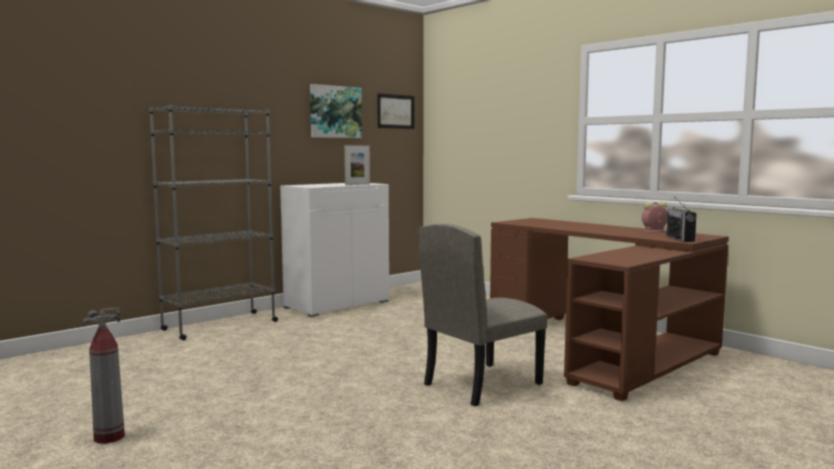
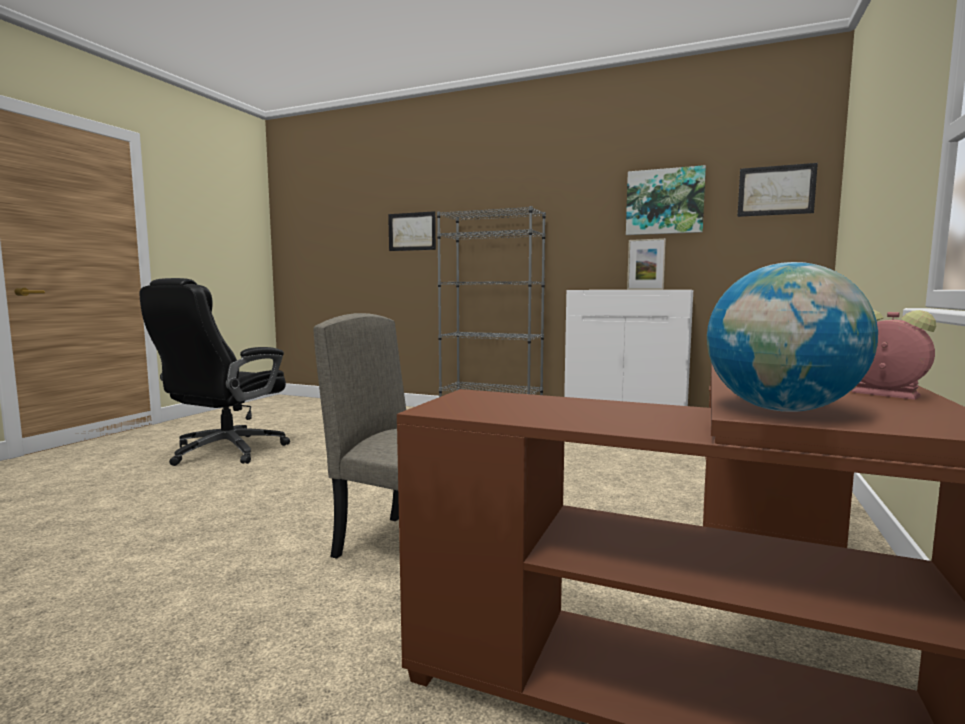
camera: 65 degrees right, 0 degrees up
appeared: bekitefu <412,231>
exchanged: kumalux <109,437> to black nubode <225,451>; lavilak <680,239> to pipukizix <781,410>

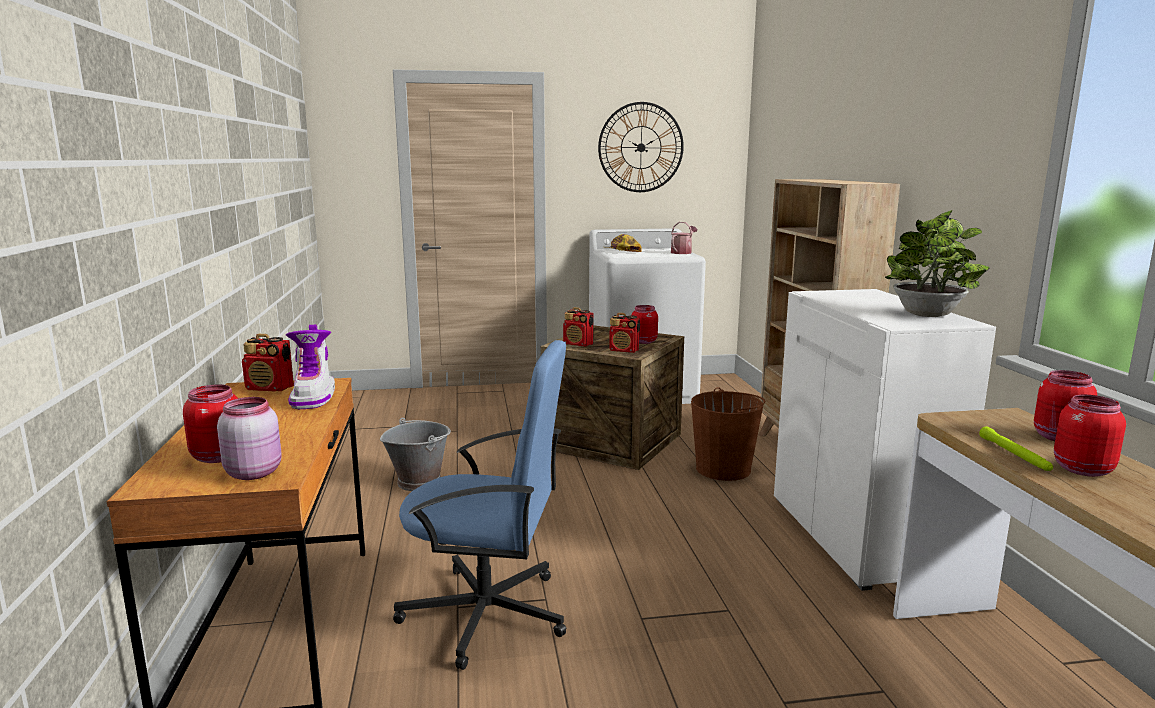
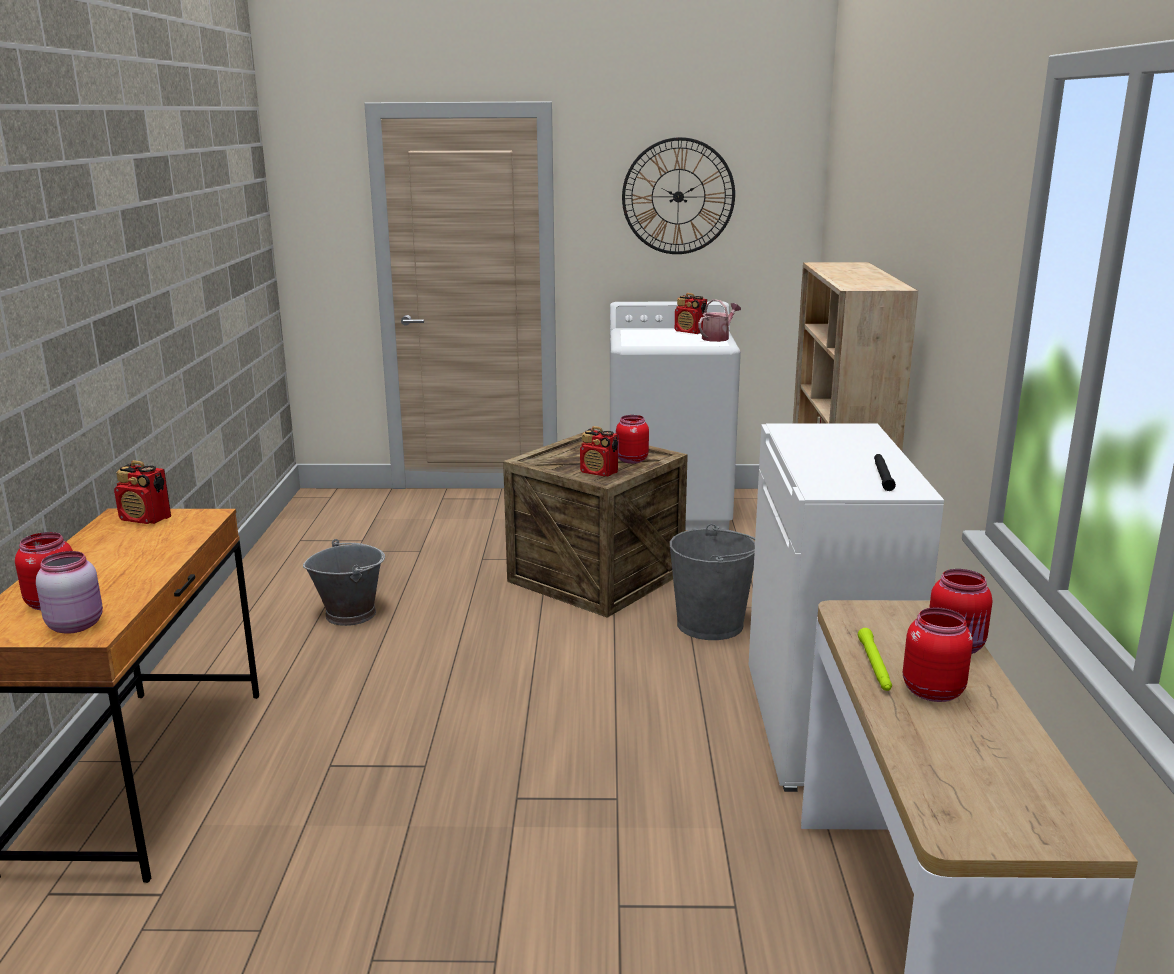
camera: 10 degrees right, 5 degrees up
missing: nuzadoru <314,397>; blue nubode <488,614>; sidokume <621,251>
relocated: lavilak <578,344> to <690,332>
exchanged: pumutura <928,315> to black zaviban <882,476>
colour: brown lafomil <723,469> to grey lafomil <710,624>

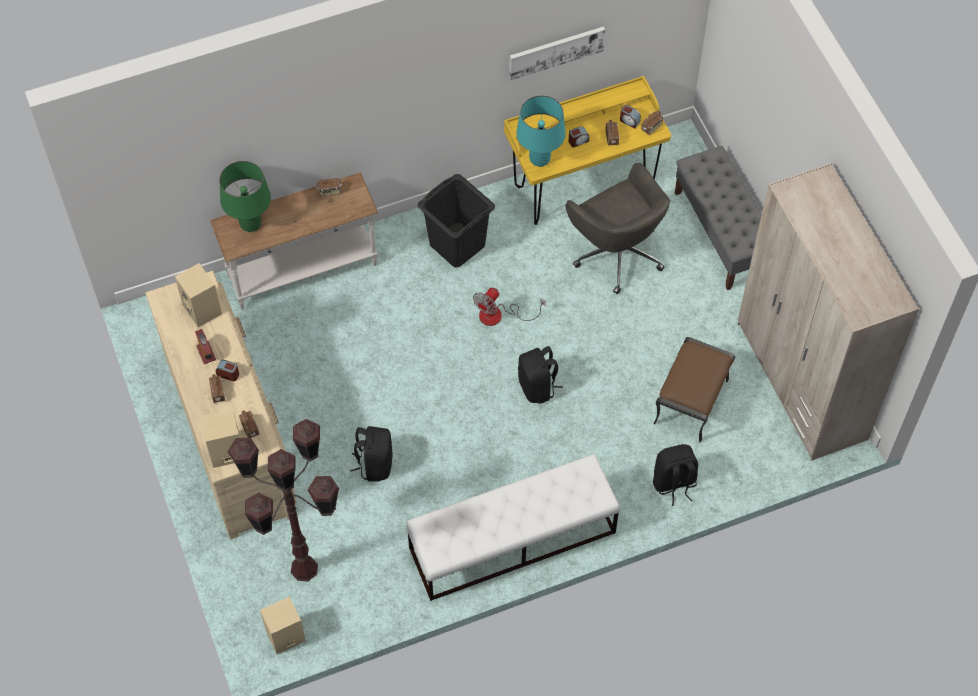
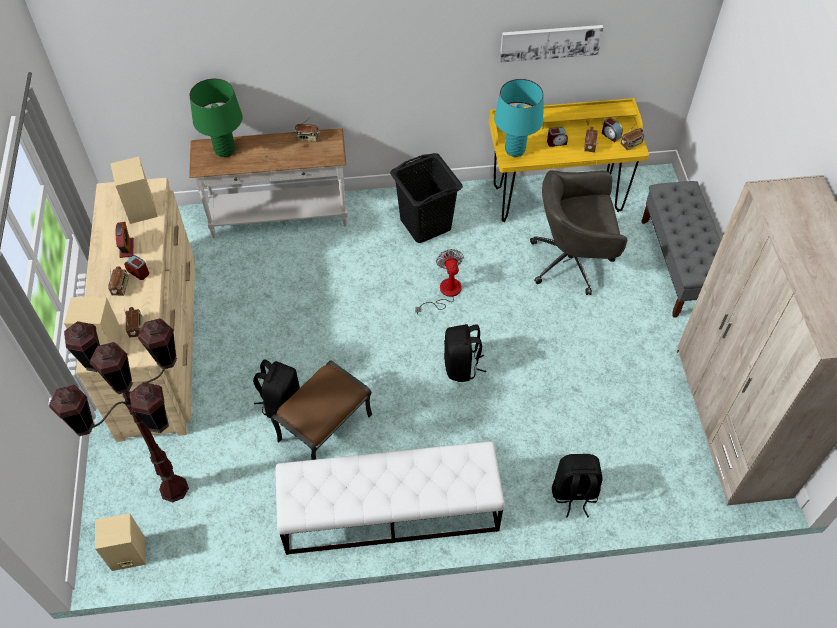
camera: 15 degrees right, 5 degrees down
relocated: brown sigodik <692,402> to <325,429>
spun: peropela <499,315> = <444,293> 120 degrees clockwise; grey nubode <616,252> = <572,261> 105 degrees clockwise

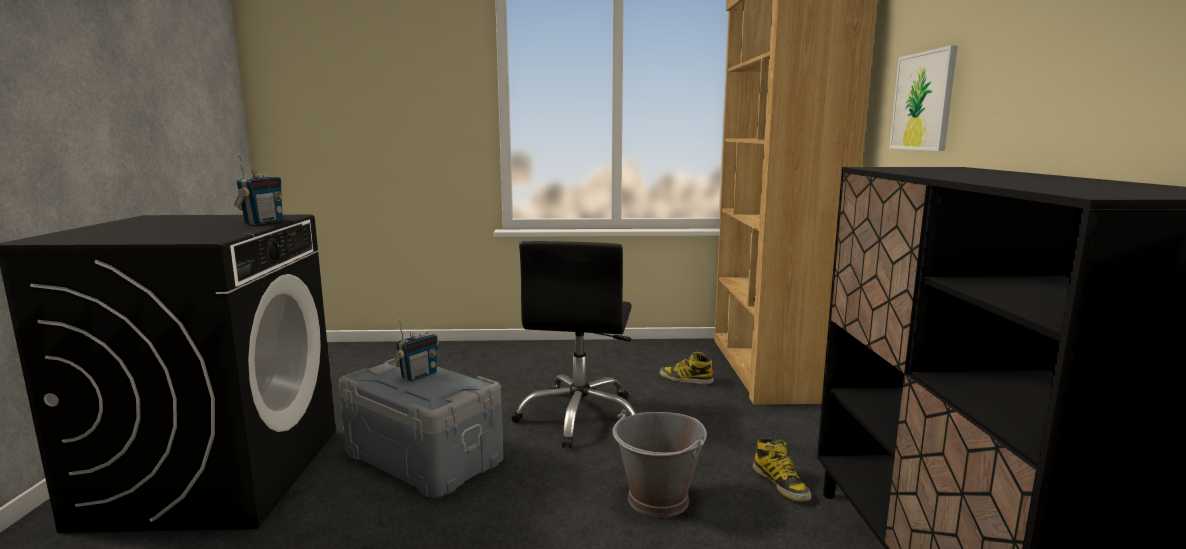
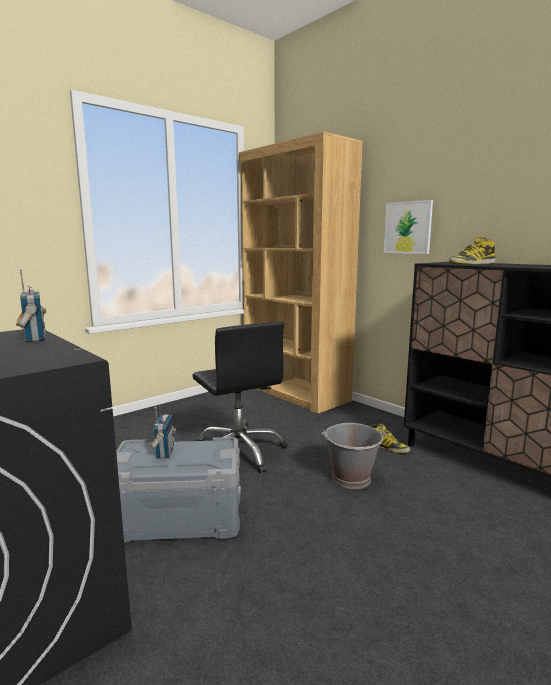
camera: 40 degrees left, 0 degrees up
relocated: nuzadoru <686,379> to <472,263>

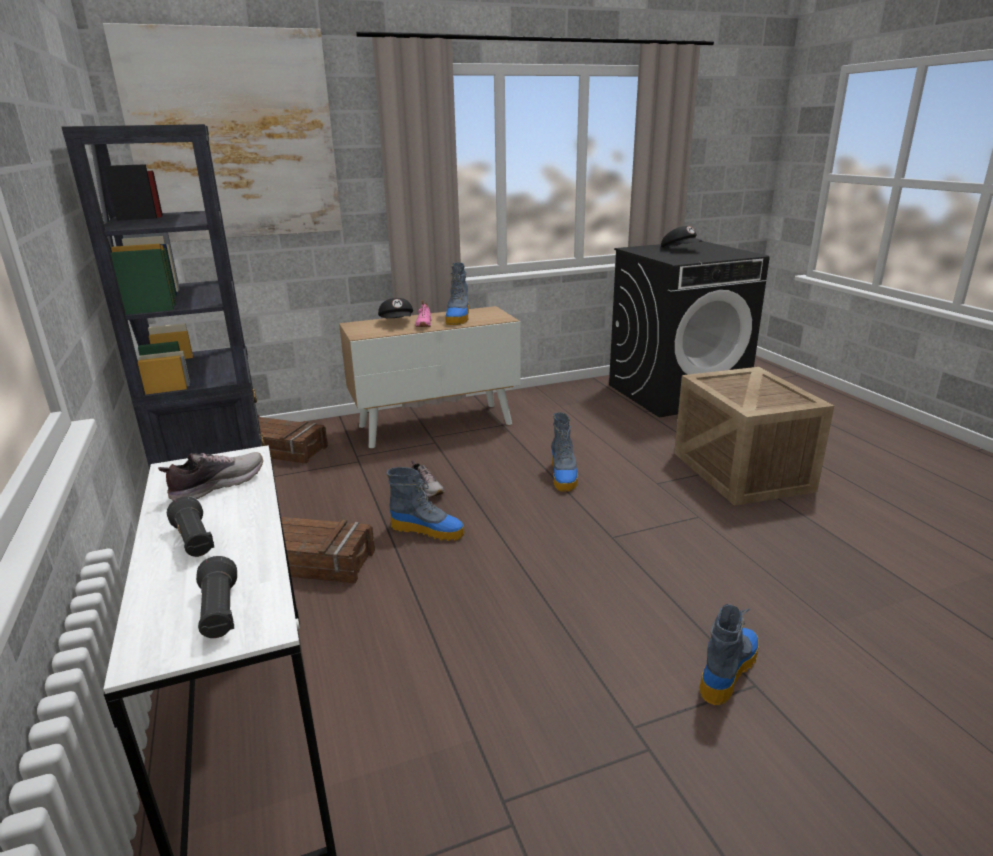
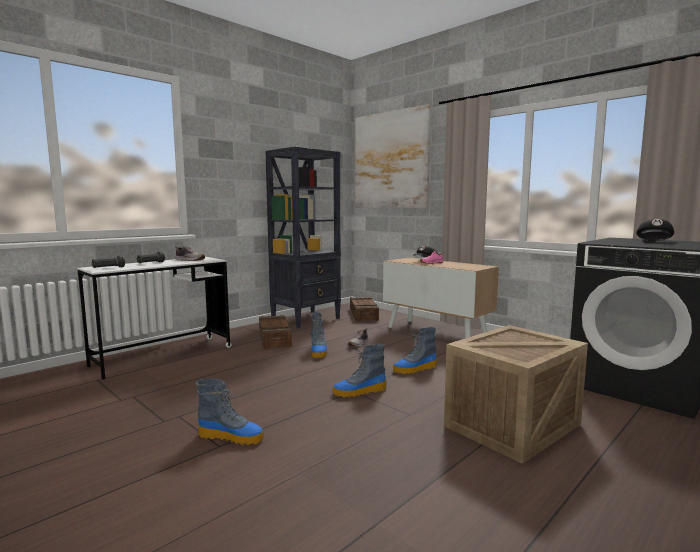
camera: 65 degrees right, 15 degrees down
relocated: nuzadoru <458,318> to <359,392>

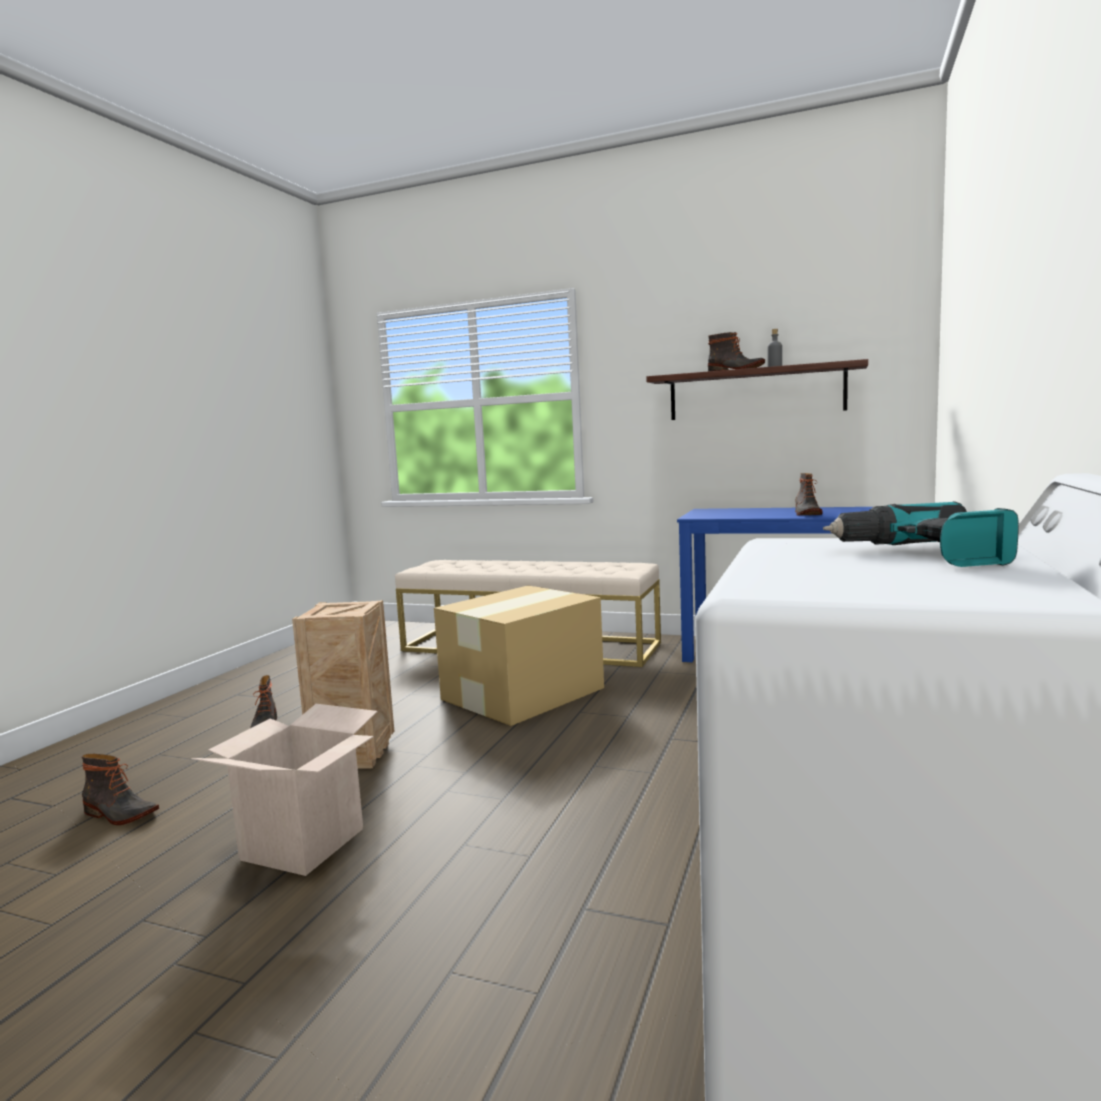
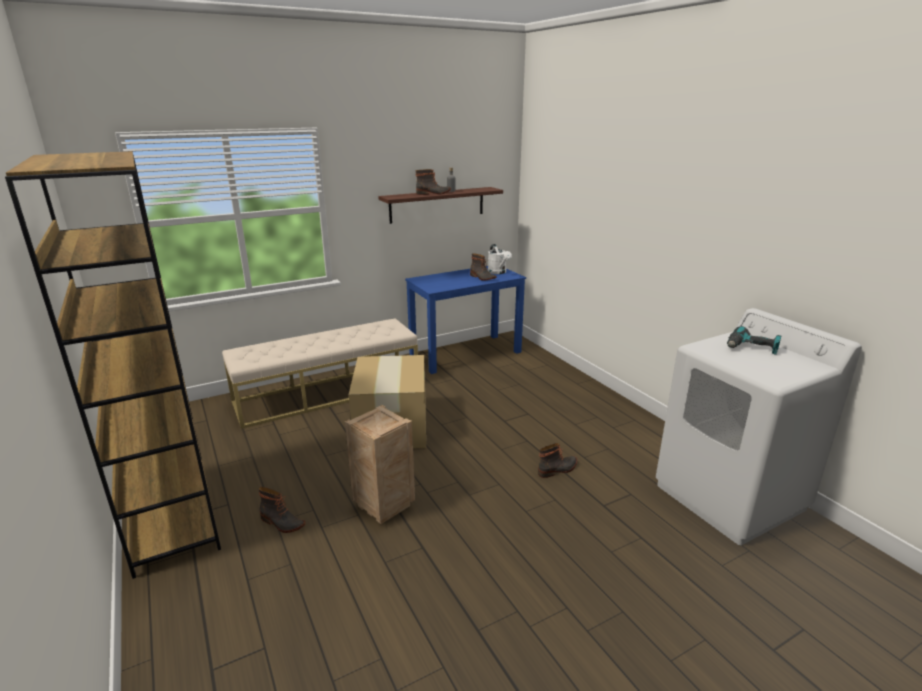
camera: 50 degrees left, 15 degrees up
missing: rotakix <303,844>
appeared: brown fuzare <171,515>; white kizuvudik <498,272>
relocated: nuzadoru <119,814> to <558,469>

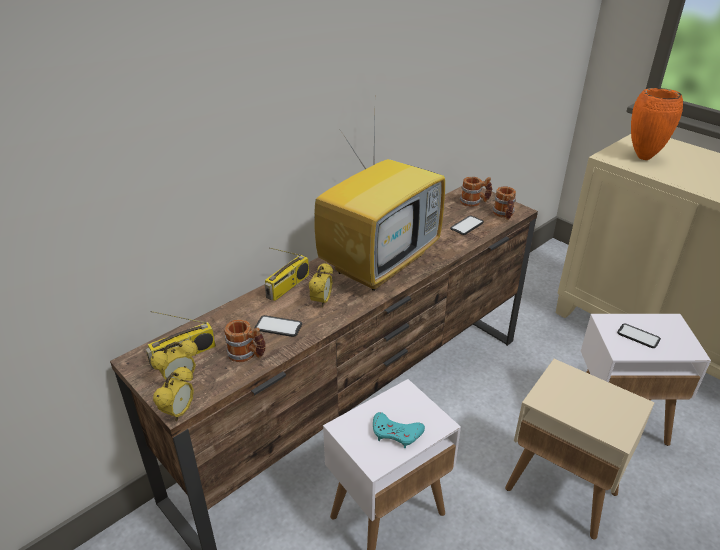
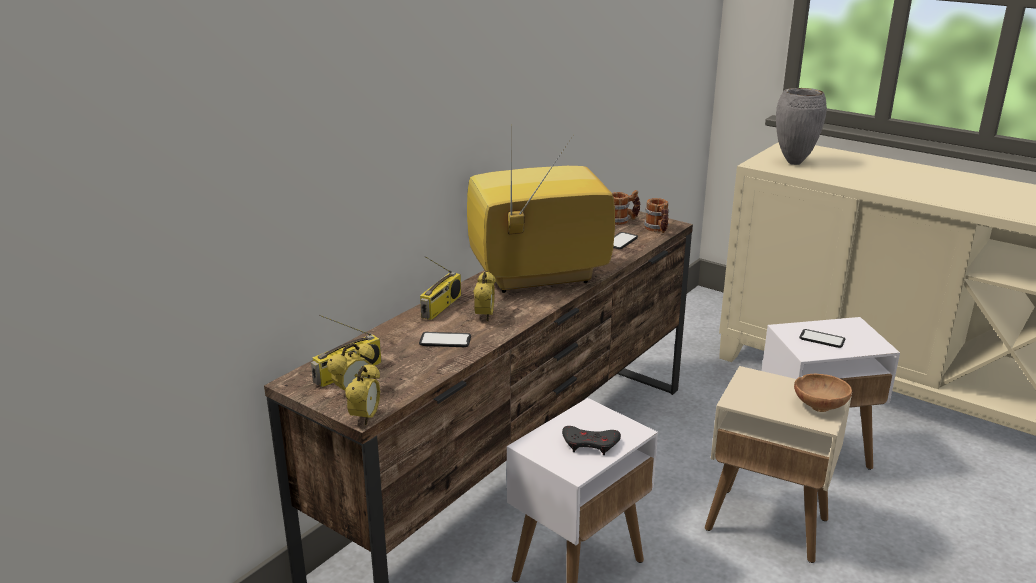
camera: 10 degrees left, 10 degrees down
missing: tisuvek <247,354>
appeared: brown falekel <819,405>
colour: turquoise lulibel <396,433> to grey lulibel <590,444>; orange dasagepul <643,157> to grey dasagepul <793,163>
spun: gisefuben <380,262> = <536,278> 135 degrees counterclockwise

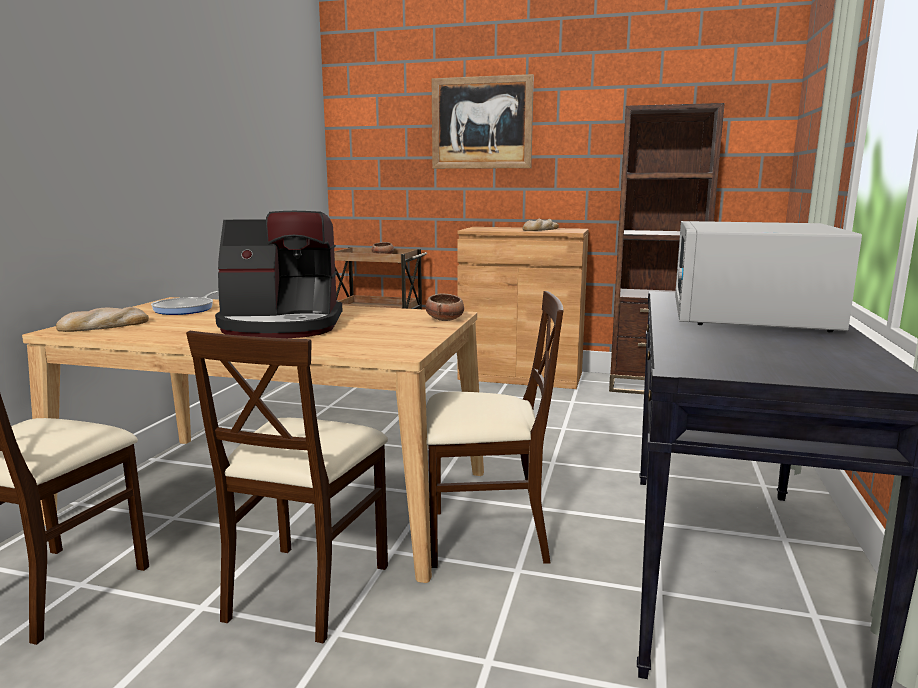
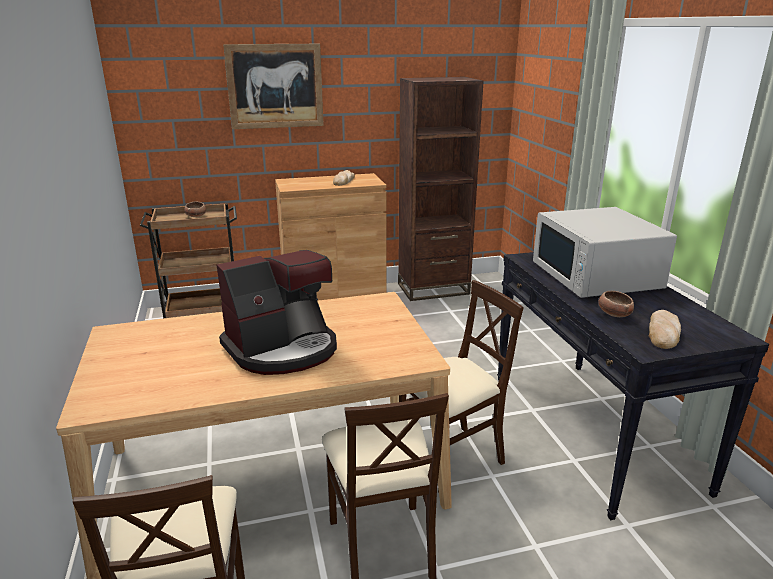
camera: 30 degrees left, 10 degrees up
missing: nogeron <186,309>
relocated: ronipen <104,326> to <663,333>; falekel <445,320> to <614,314>

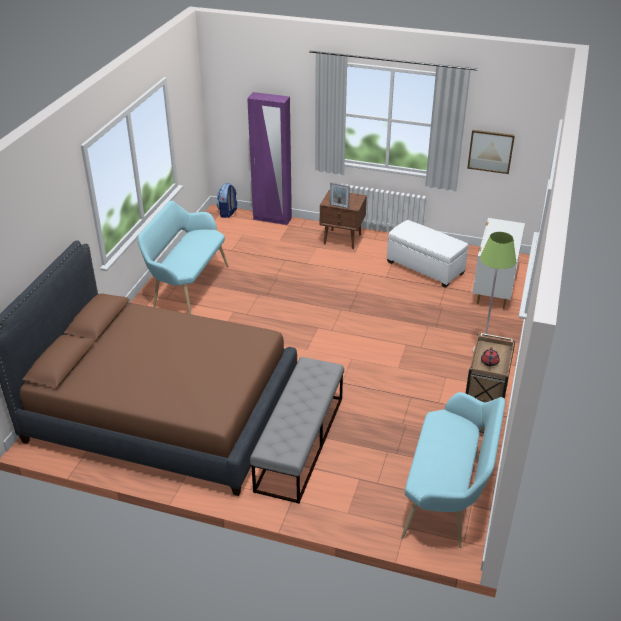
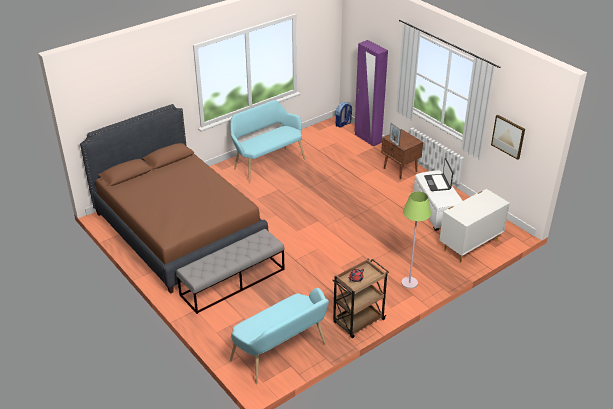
camera: 35 degrees right, 0 degrees up
appeared: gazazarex <437,183>

